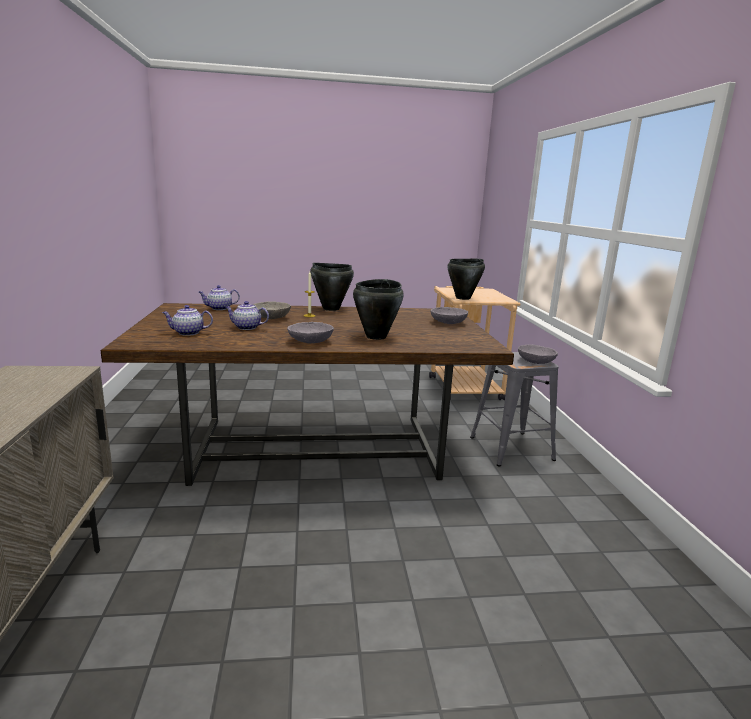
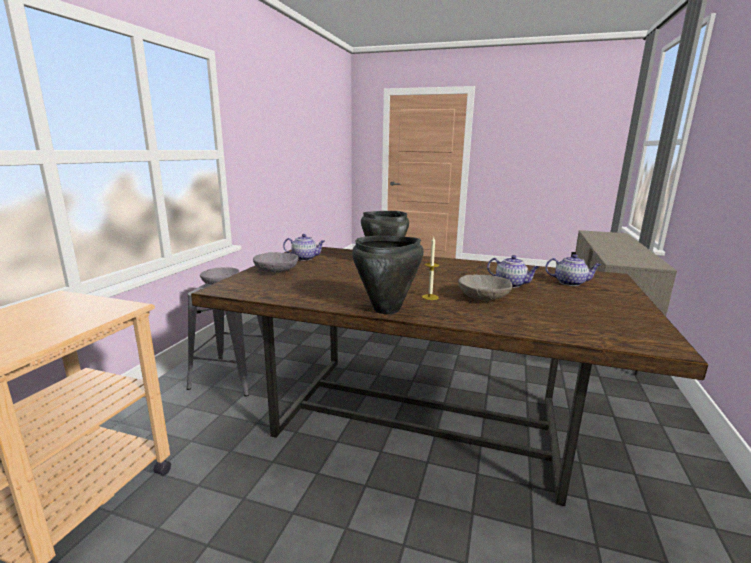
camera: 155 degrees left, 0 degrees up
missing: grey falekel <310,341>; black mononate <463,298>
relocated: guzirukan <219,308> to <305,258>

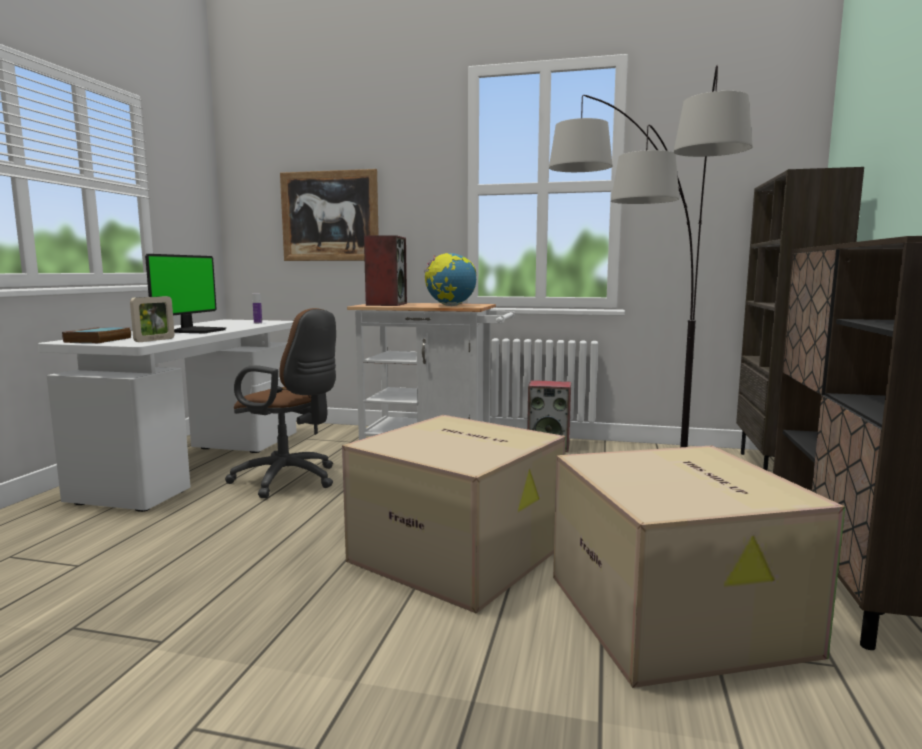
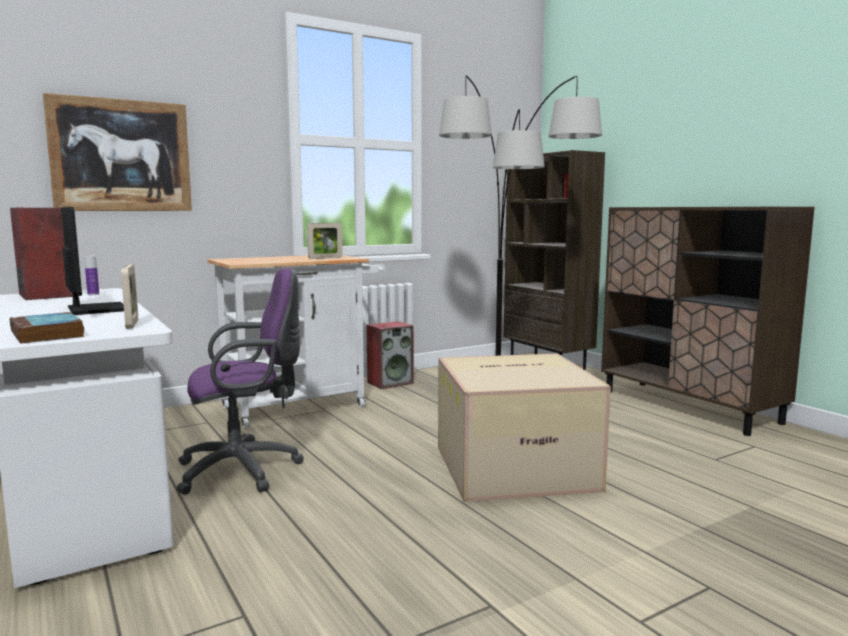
camera: 45 degrees left, 0 degrees up
missing: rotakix <679,614>
relocated: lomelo <386,304> to <45,295>
exchanged: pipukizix <450,306> to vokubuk <325,258>
colour: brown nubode <290,480> to purple nubode <245,470>

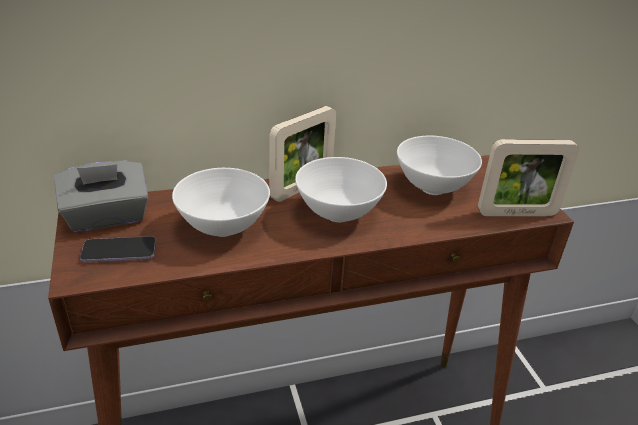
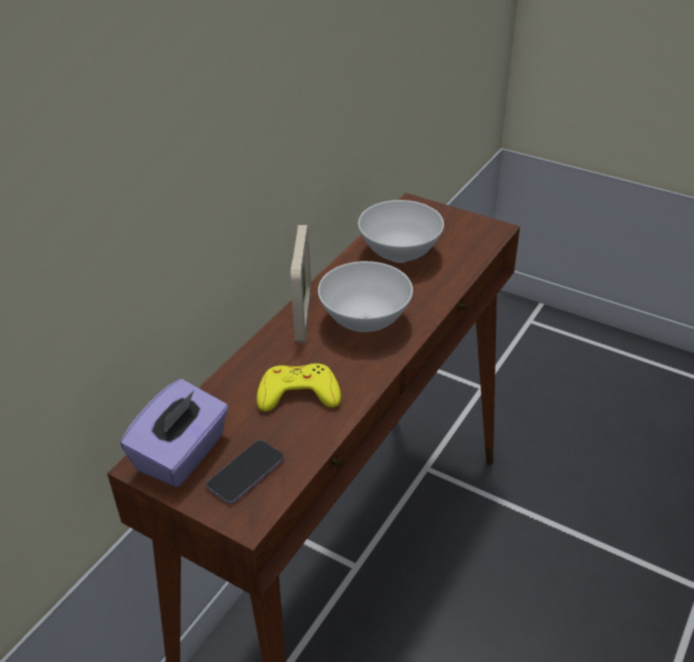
camera: 40 degrees left, 5 degrees up
missing: vokubuk <516,213>
exchanged: white falekel <224,228> to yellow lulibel <298,394>
colour: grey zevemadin <107,217> to purple zevemadin <182,454>

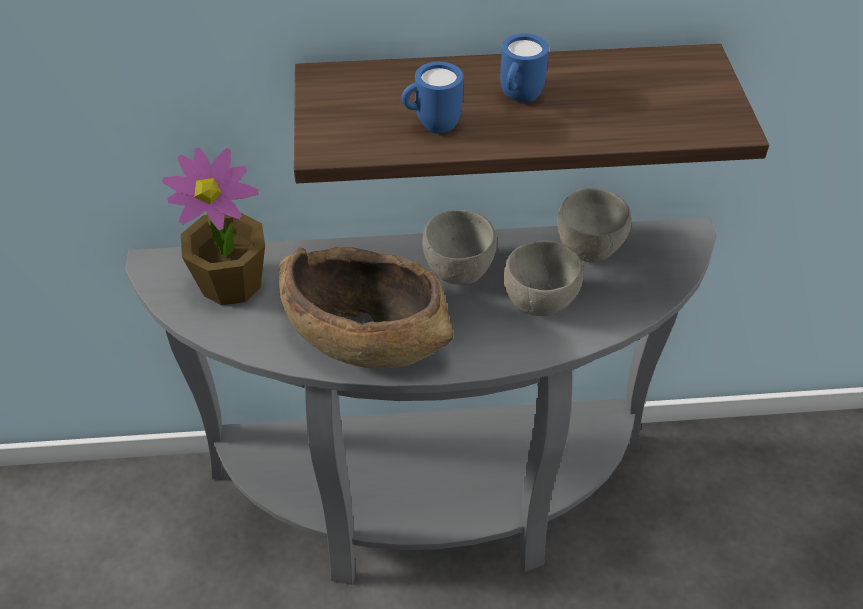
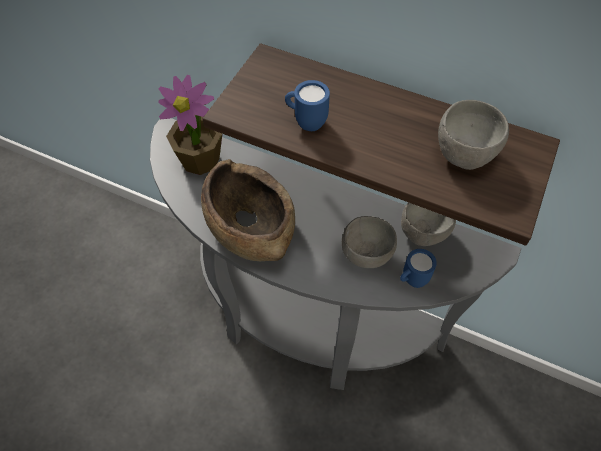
camera: 30 degrees right, 10 degrees up
relocated: grey falekel <457,270> to <462,153>; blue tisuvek <518,99> to <411,281>

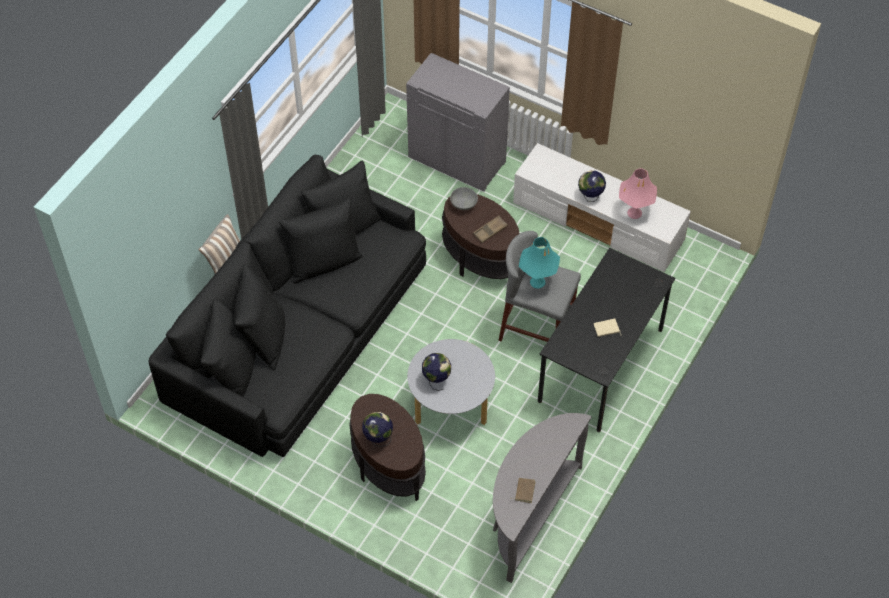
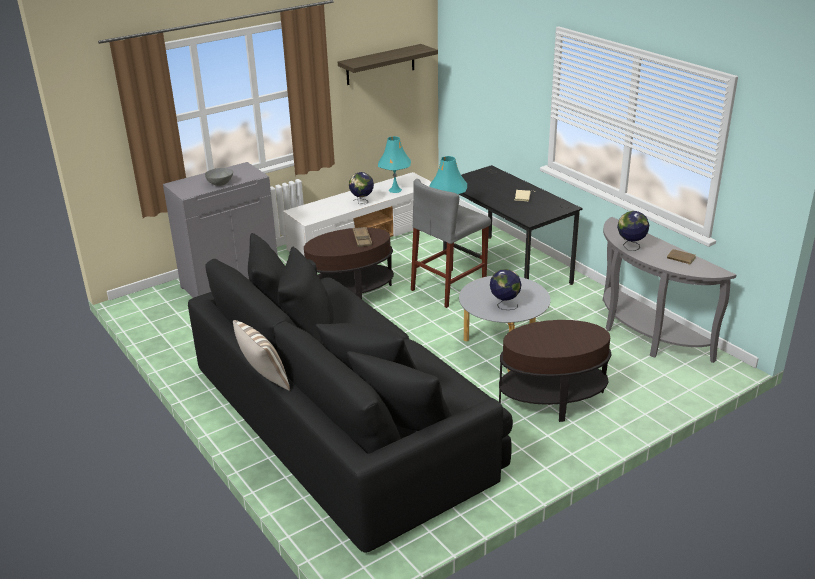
camera: 65 degrees left, 25 degrees down
appeared: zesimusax <380,64>
relocated: pipukizix <378,439> to <630,247>; grey falekel <463,204> to <220,183>
colour: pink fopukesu <634,213> to turquoise fopukesu <395,190>

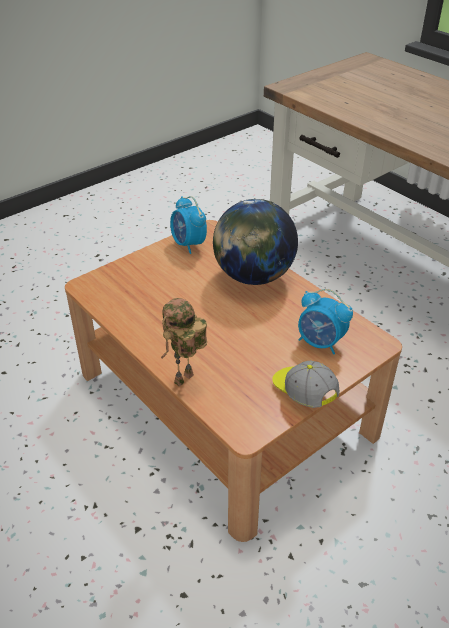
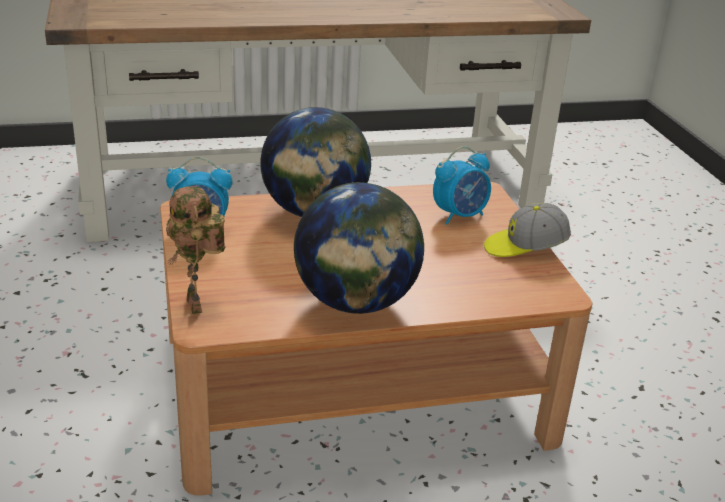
camera: 65 degrees left, 10 degrees down
appeared: pipukizix <355,303>
relocated: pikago <184,381> to <198,306>

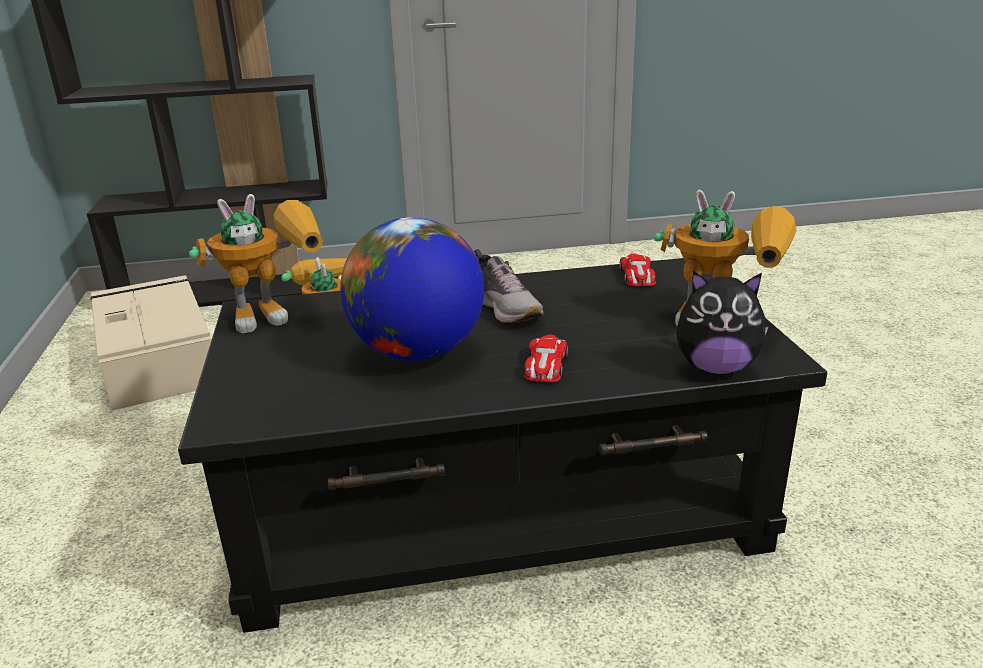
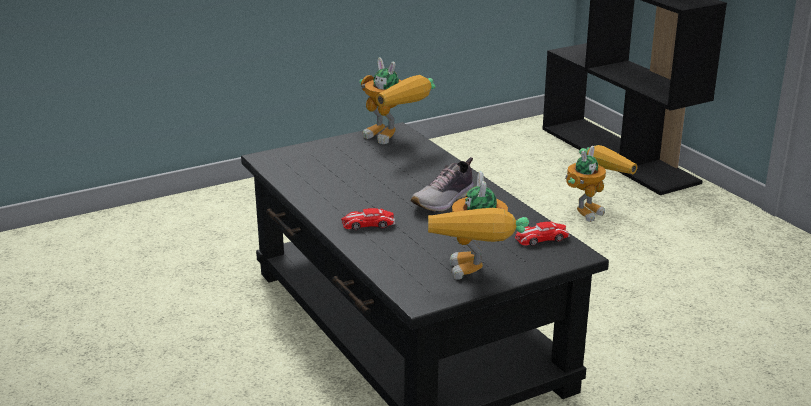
camera: 70 degrees right, 0 degrees up
missing: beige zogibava <157,358>; pipukizix <417,352>; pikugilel <716,368>

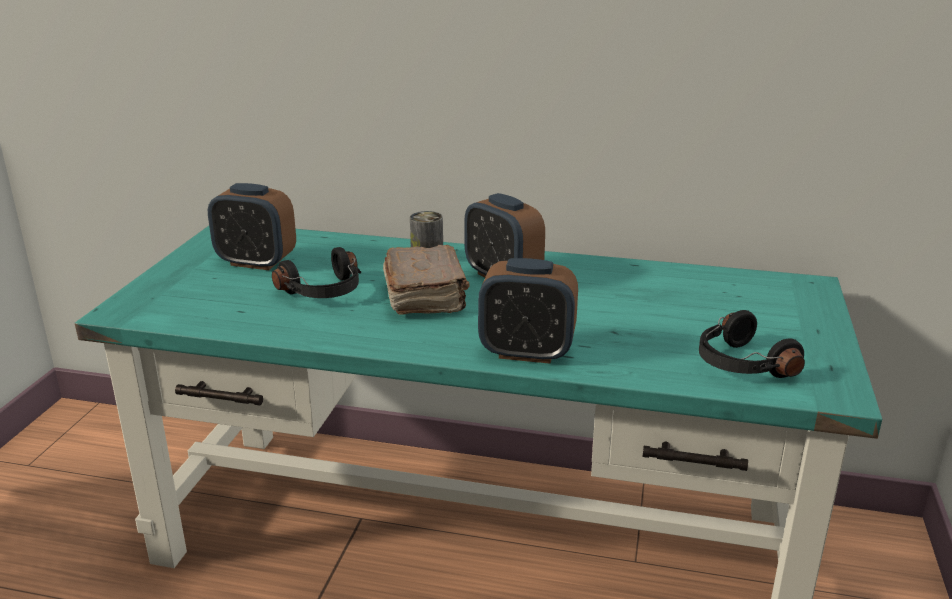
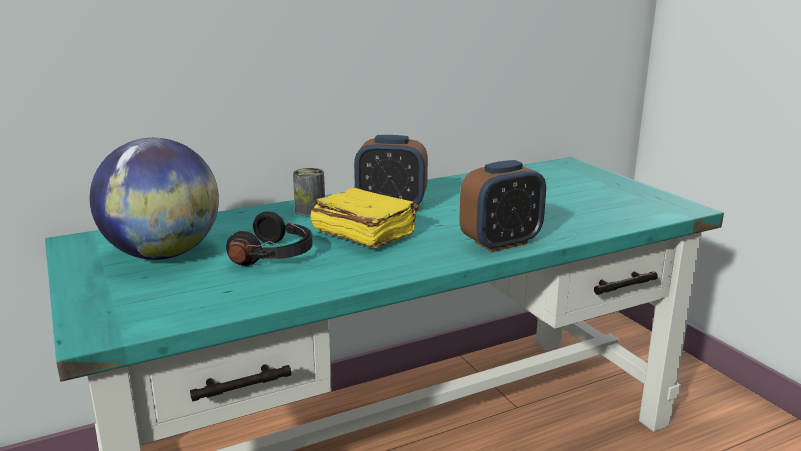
camera: 40 degrees left, 5 degrees down
missing: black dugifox <740,364>
exchanged: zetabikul <256,262> to pipukizix <163,254>
colour: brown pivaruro <426,297> to yellow pivaruro <364,234>

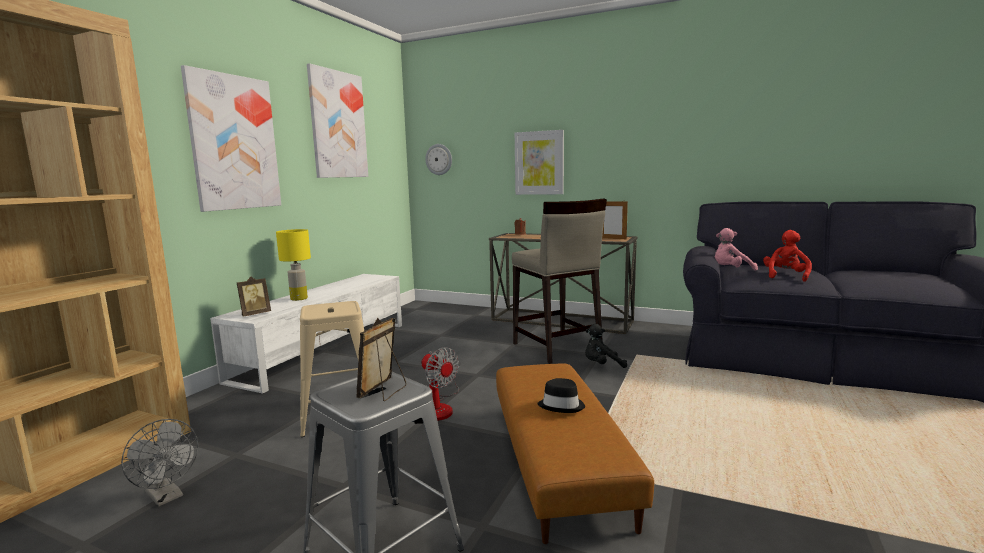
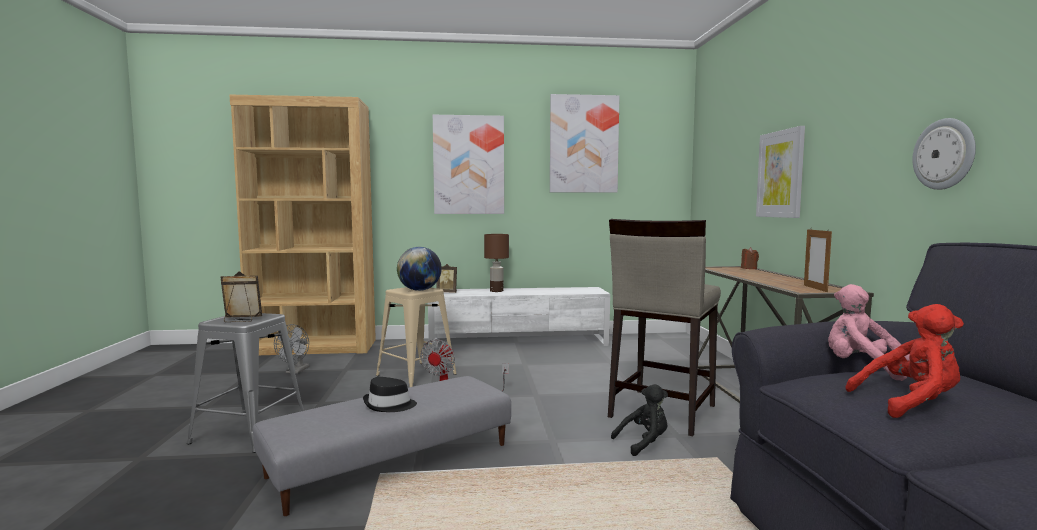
camera: 60 degrees right, 5 degrees down
appeared: pipukizix <419,290>
relocated: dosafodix <439,159> to <944,154>
colour: yellow fopukesu <299,299> to brown fopukesu <496,291>; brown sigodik <556,460> to grey sigodik <391,459>
spun: black pikugilel <602,365> = <644,443> 105 degrees clockwise

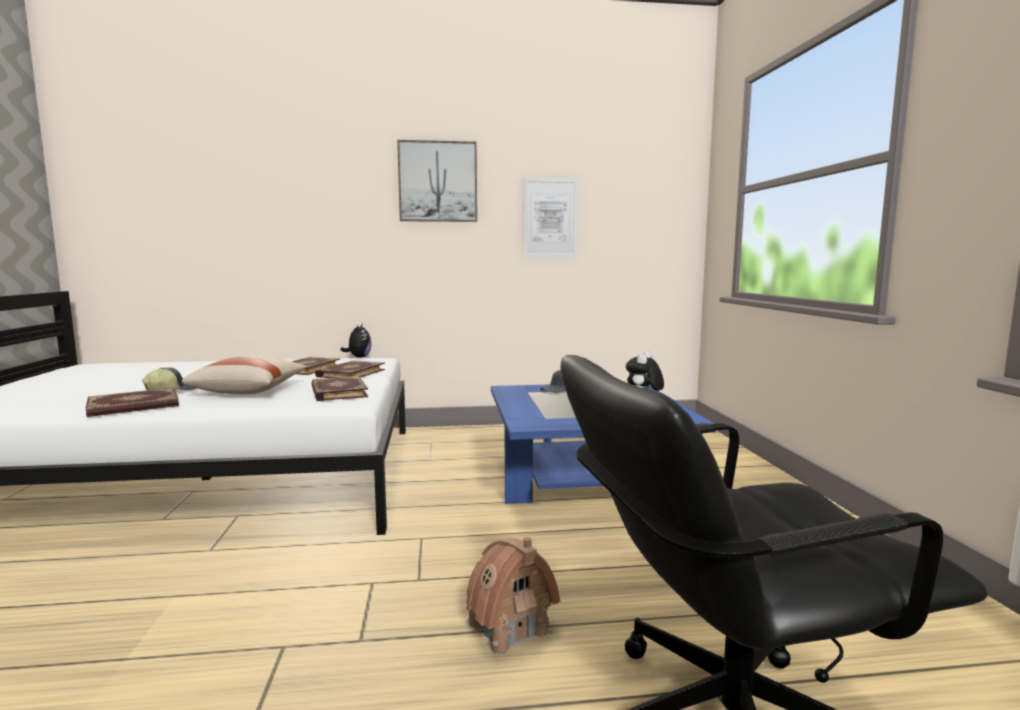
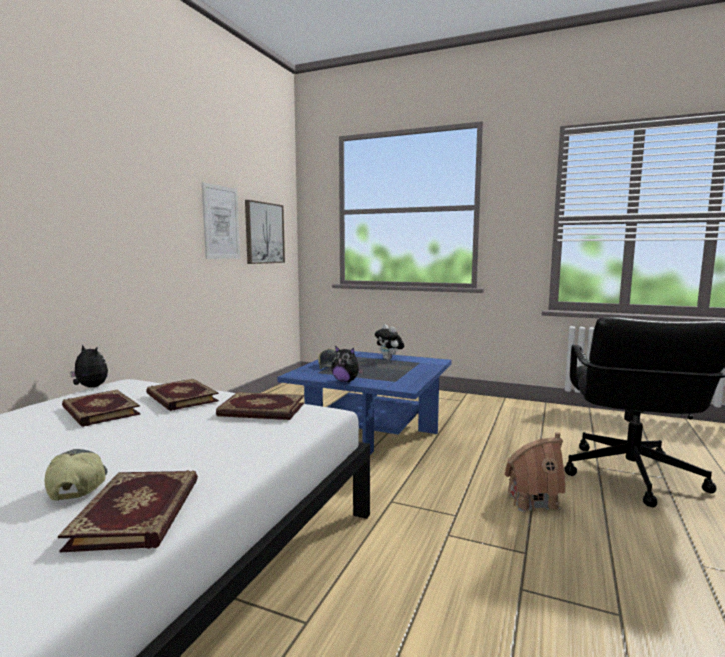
camera: 60 degrees left, 0 degrees up
missing: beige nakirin <249,391>
appeared: pikugilel <346,381>
relocated: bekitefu <438,182> to <264,233>

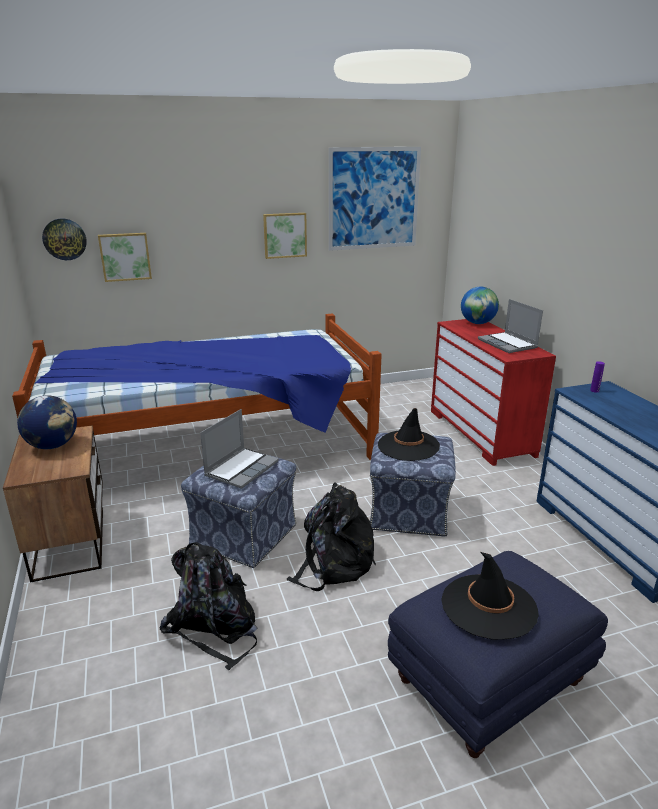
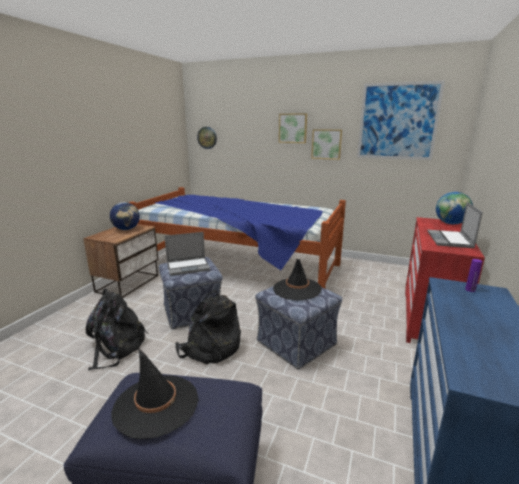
camera: 40 degrees right, 5 degrees down
relocated: bekitefu <125,256> to <293,128>

